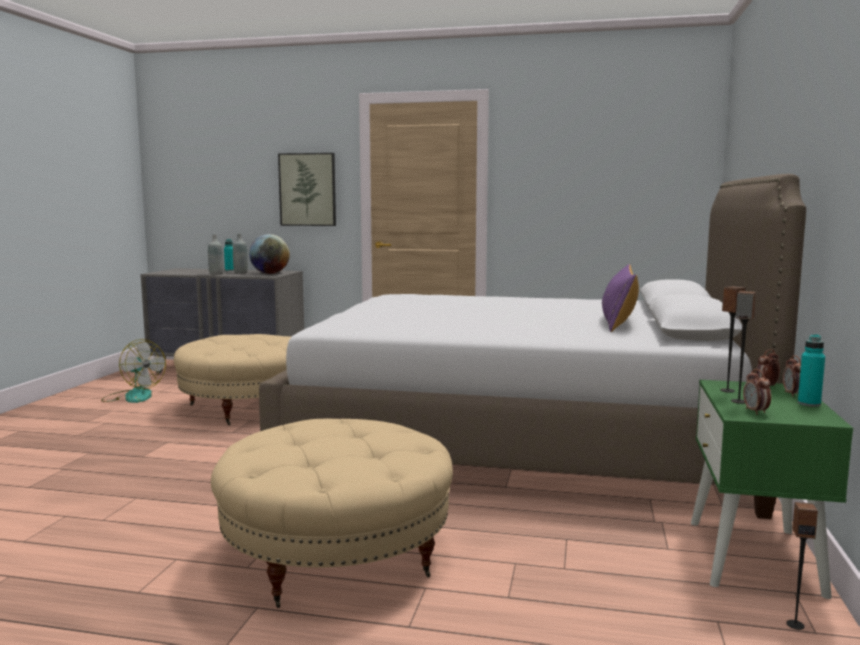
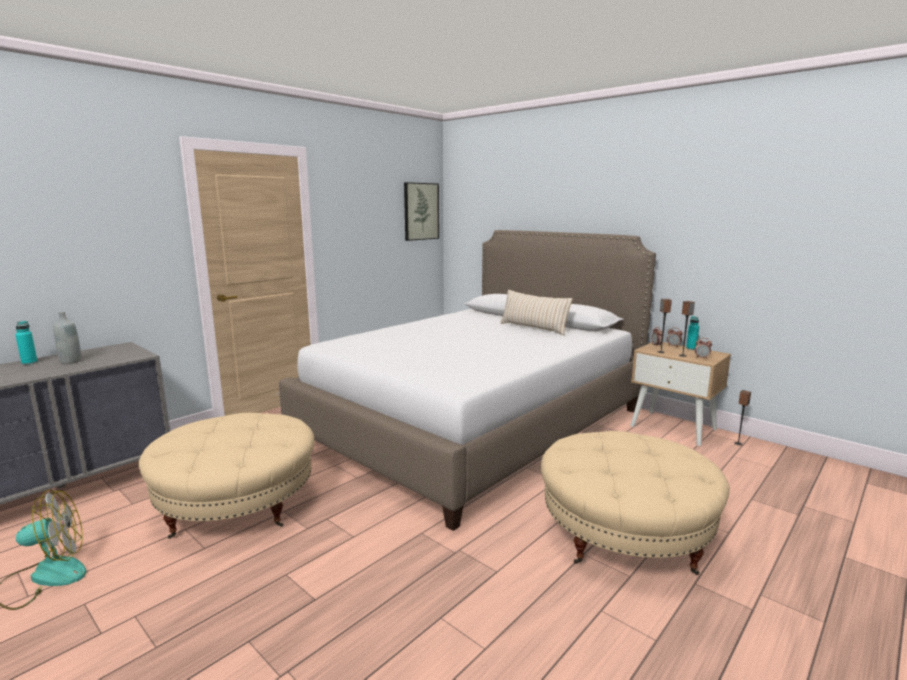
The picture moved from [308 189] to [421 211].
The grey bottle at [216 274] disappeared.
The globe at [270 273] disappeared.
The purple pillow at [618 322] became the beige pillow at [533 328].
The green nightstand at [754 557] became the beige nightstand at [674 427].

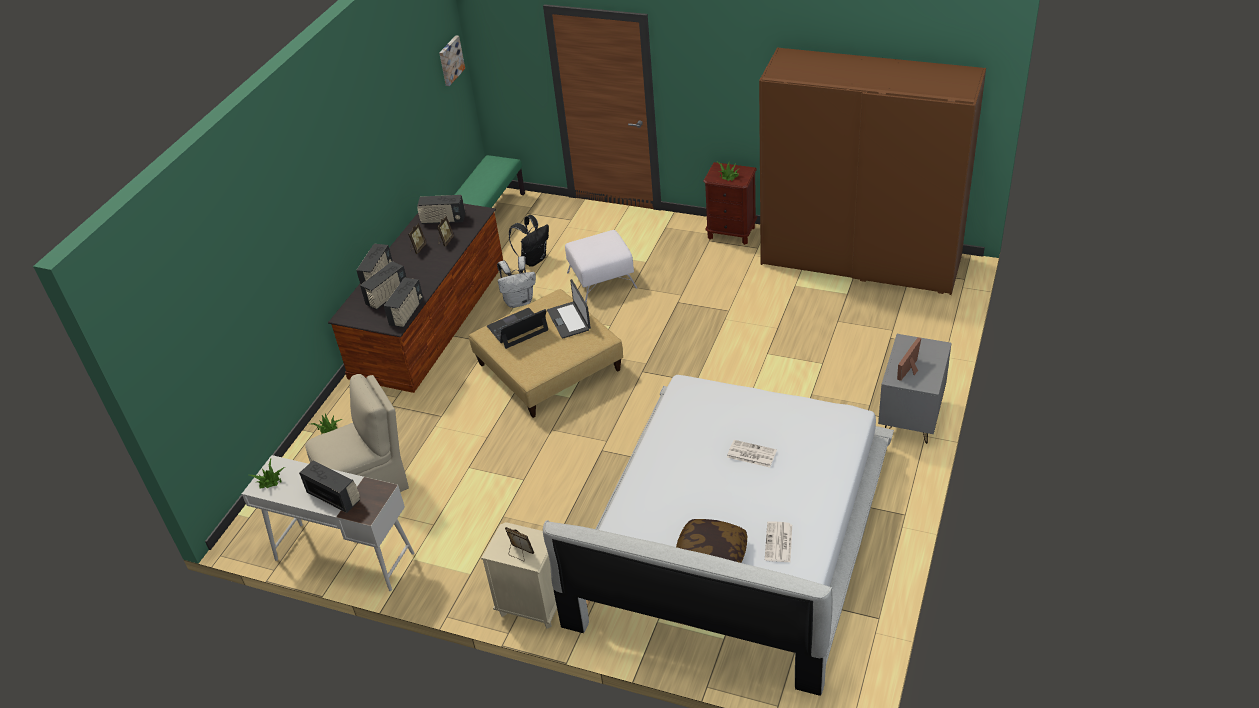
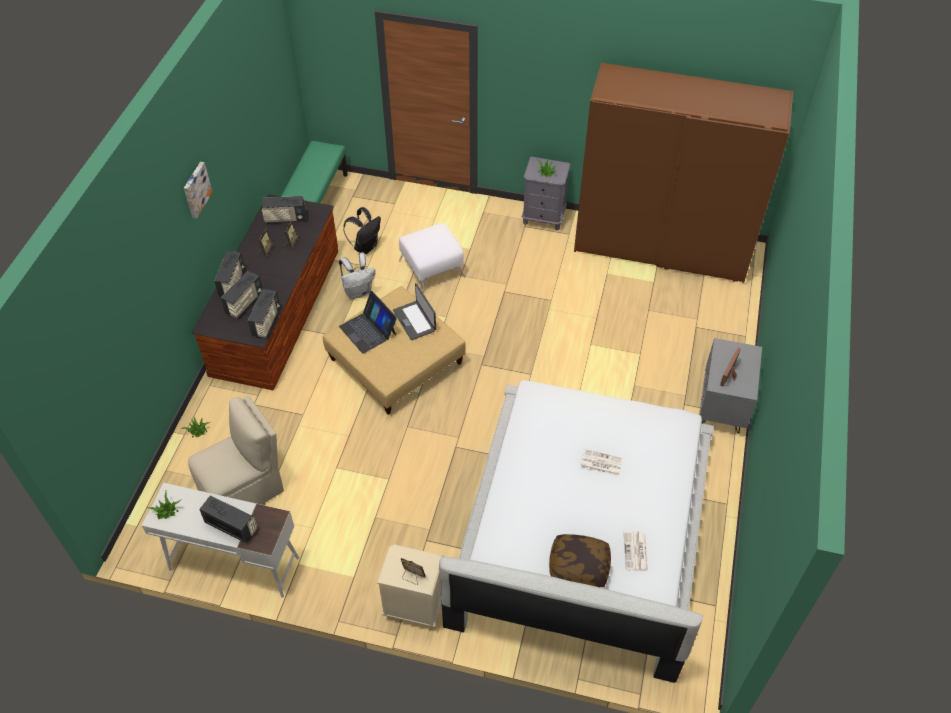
The picture moved from [450 60] to [196 189].
The brown nightstand at [731 232] became the grey nightstand at [543 218].
The laptop at [518 328] turned 90 degrees counterclockwise.

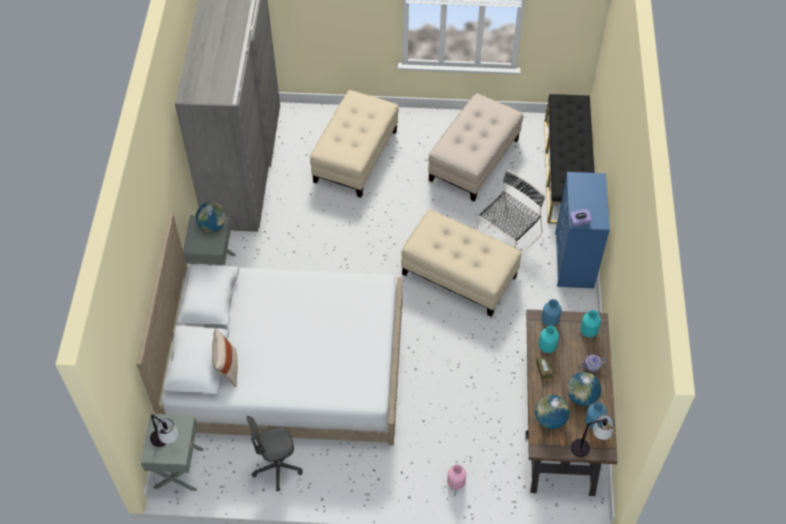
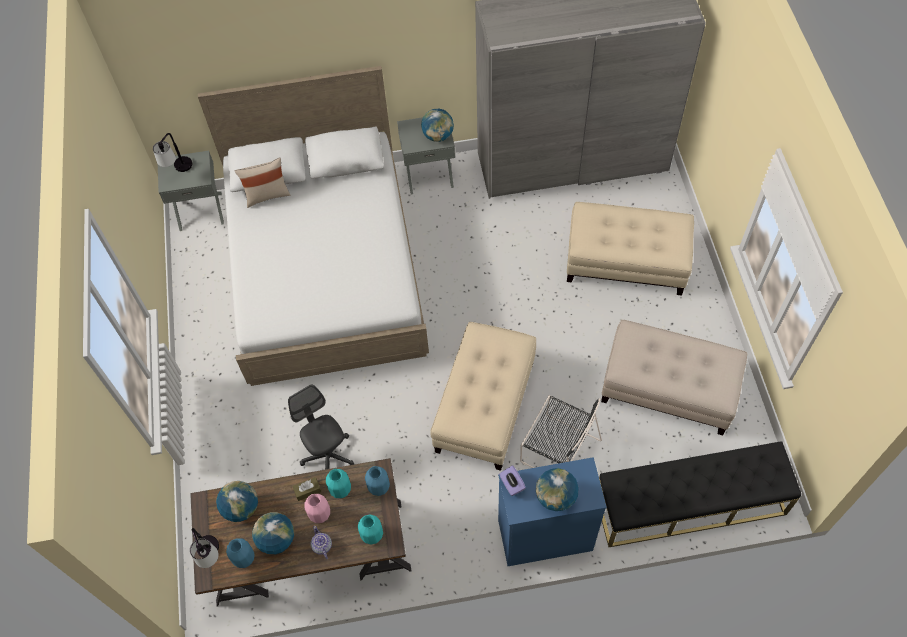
The grey office chair moved from [277 467] to [328 456].
The pink vase moved from [456 483] to [319 514].
The globe at [555 497] appeared.

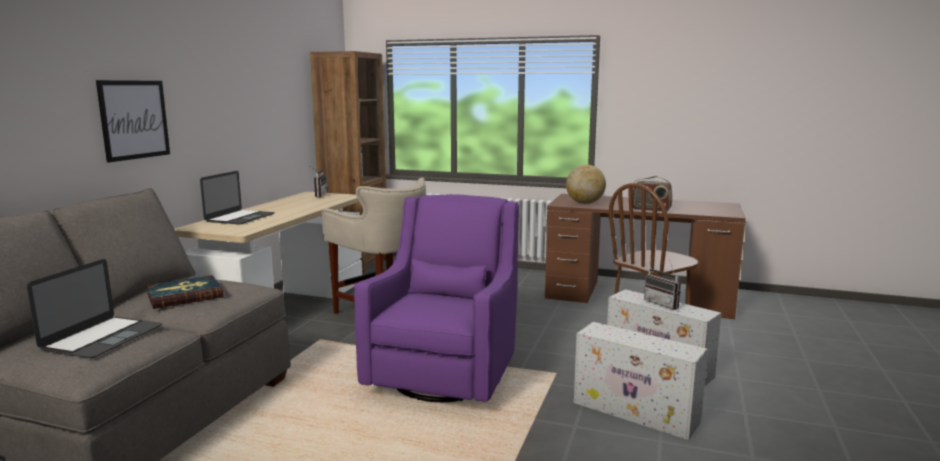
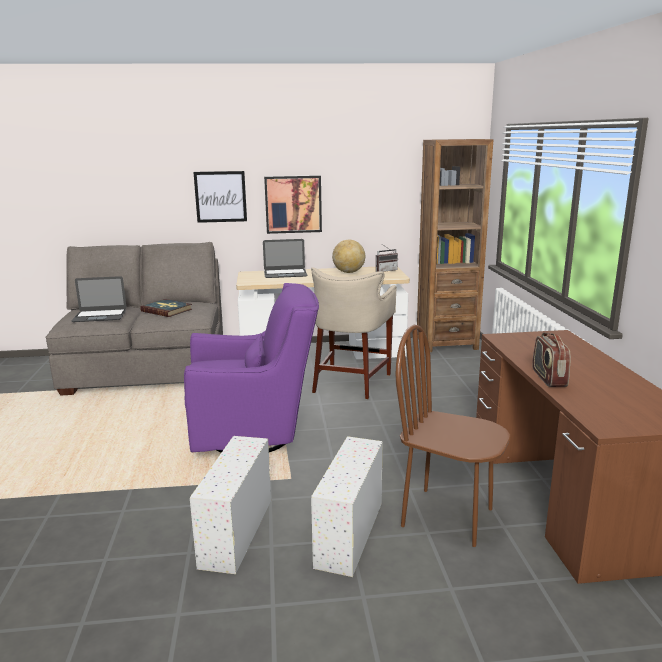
The globe moved from [585 203] to [348 272].
The radio at [664 304] disappeared.
The picture at [293 204] appeared.

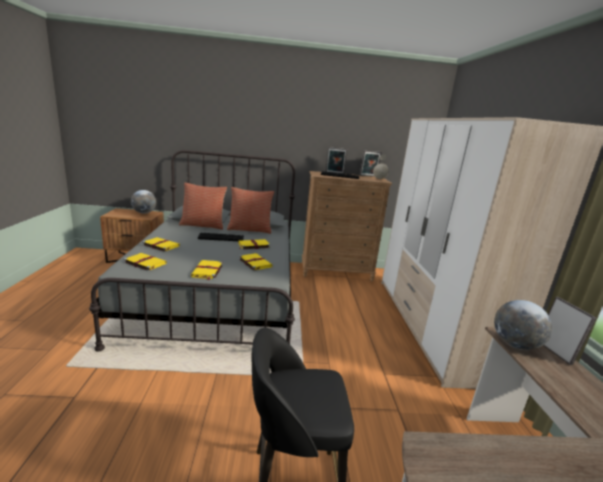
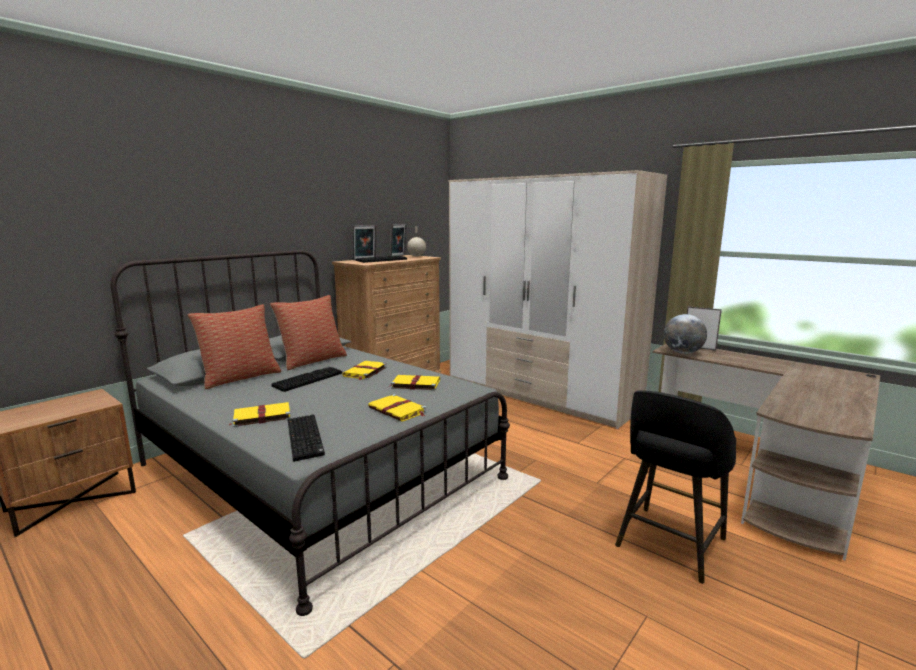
The globe at [144 213] disappeared.
The yellow book at [144 263] was replaced by the keyboard at [306 438].

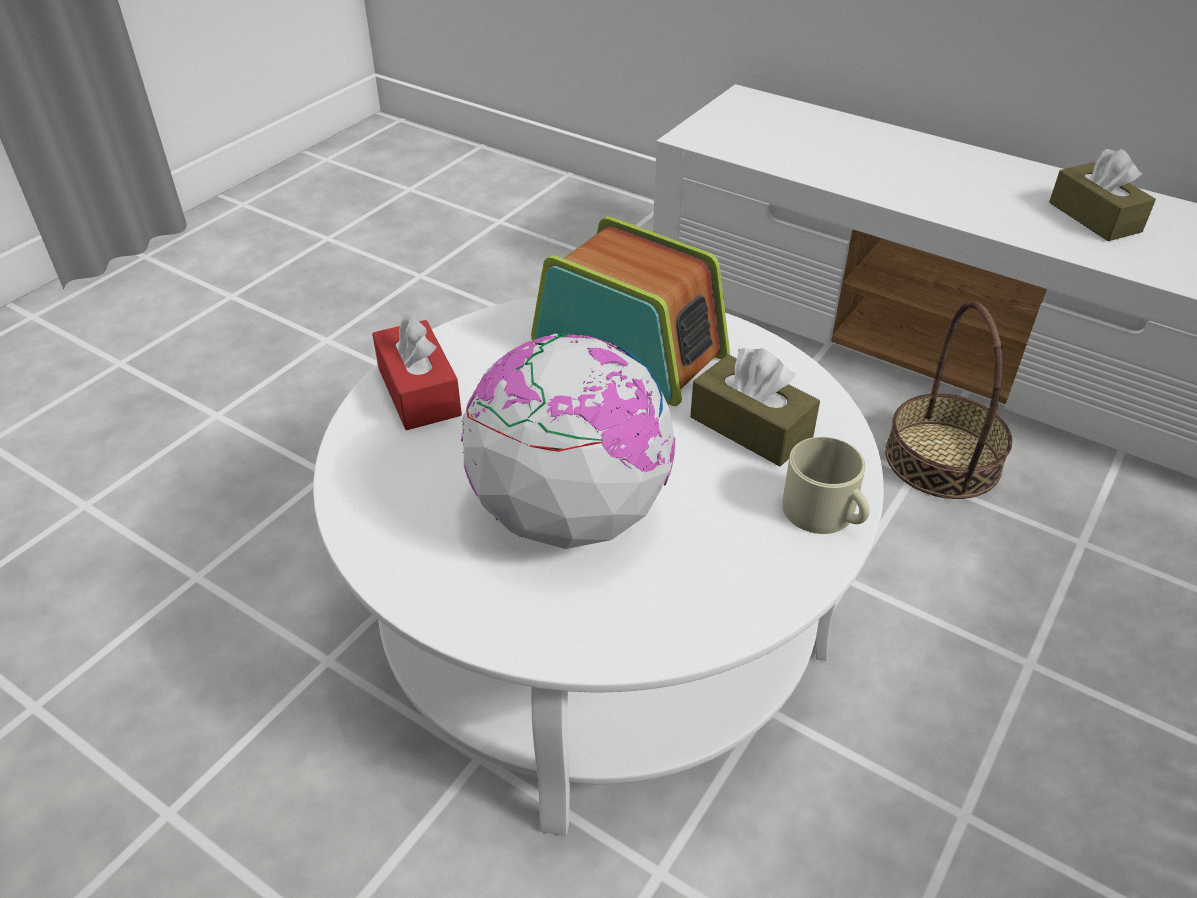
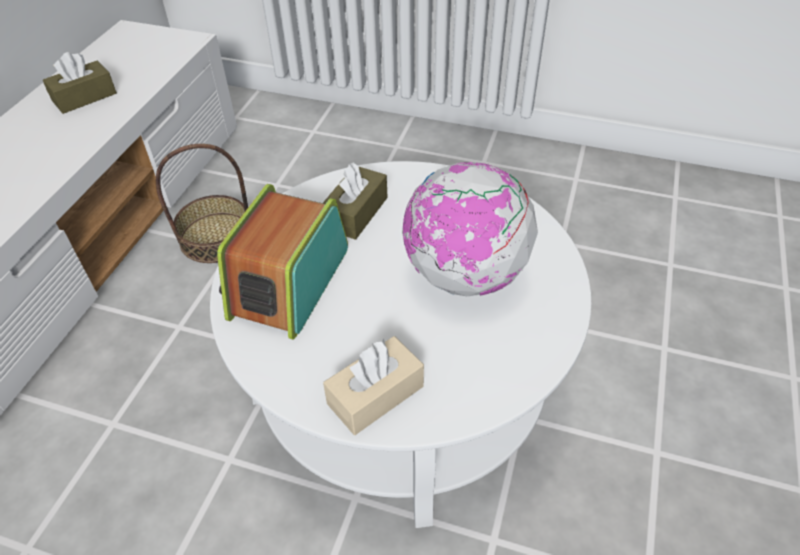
The red tissue box at [419 392] became the beige tissue box at [375 395].
The beige mug at [825 513] disappeared.

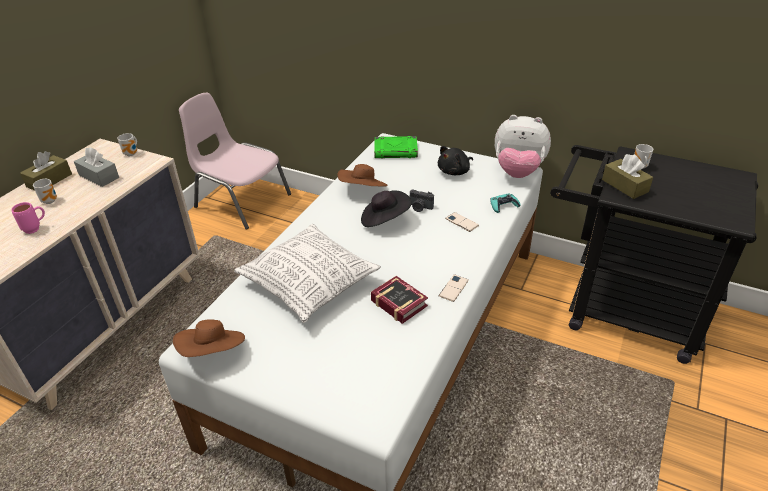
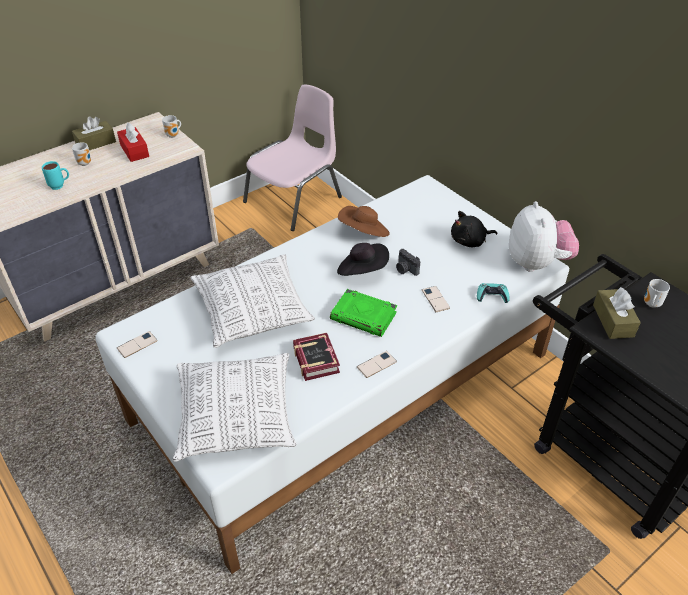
The pink chair at [241 200] turned 75 degrees clockwise.
The plush toy at [518 172] turned 135 degrees counterclockwise.
The green book moved from [396 151] to [364 316].
The grey tissue box at [99 176] became the red tissue box at [134 151].
The pink mug at [36 228] became the turquoise mug at [60 186].
The brown hat at [213 352] was replaced by the phone at [137 344].
The pillow at [236 417] appeared.

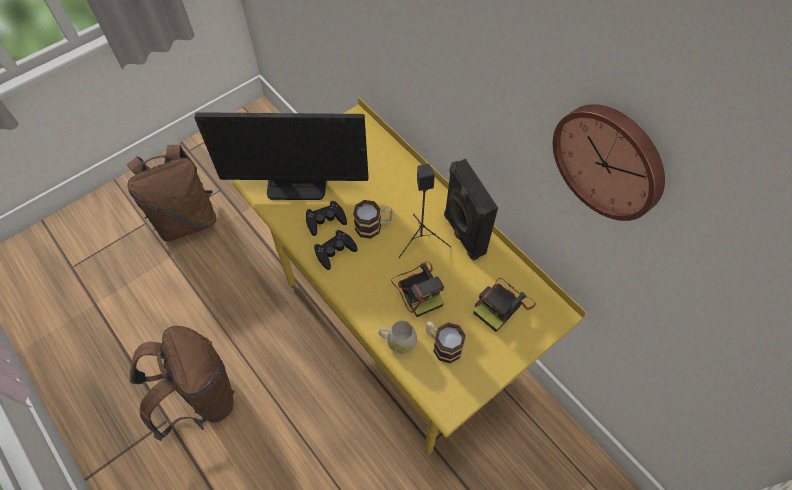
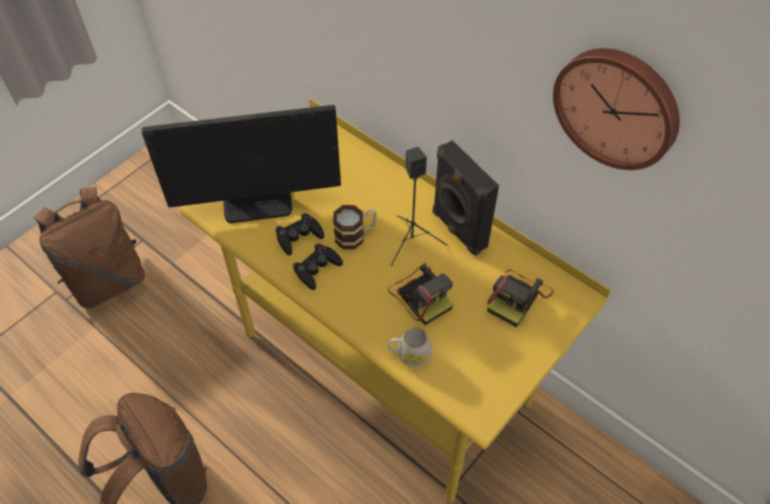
The mug at [442 345] disappeared.

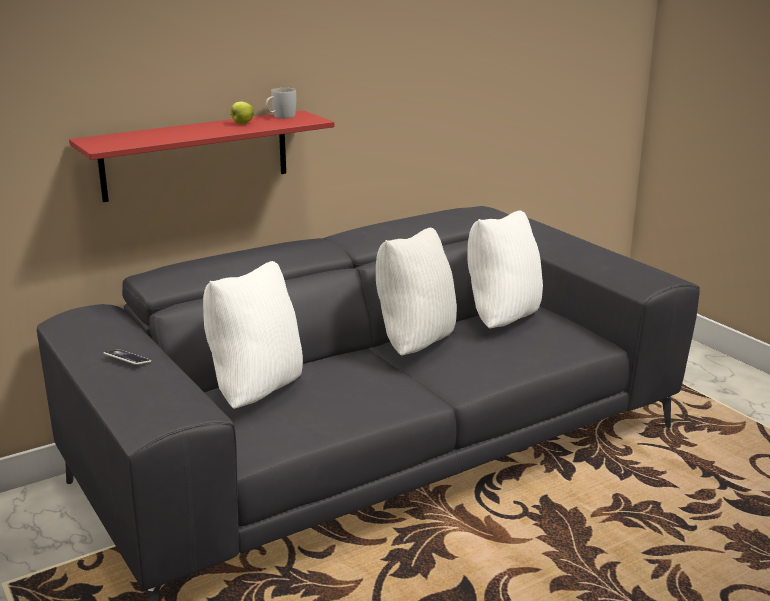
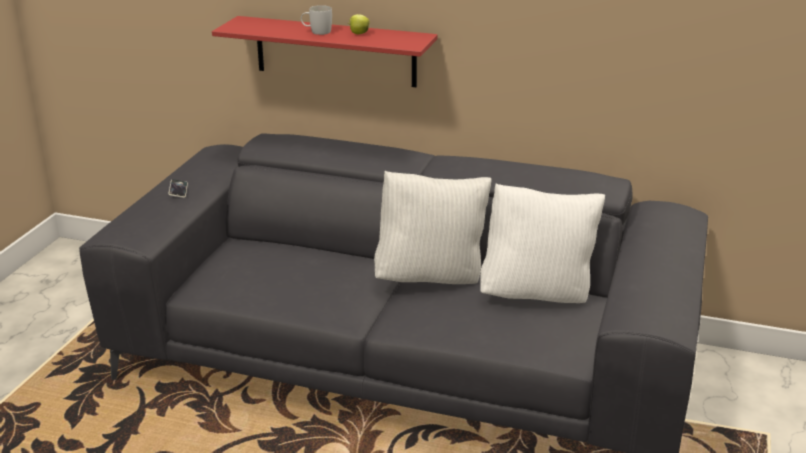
The white mug moved from [280 117] to [316 32].
The white pillow at [256 391] disappeared.

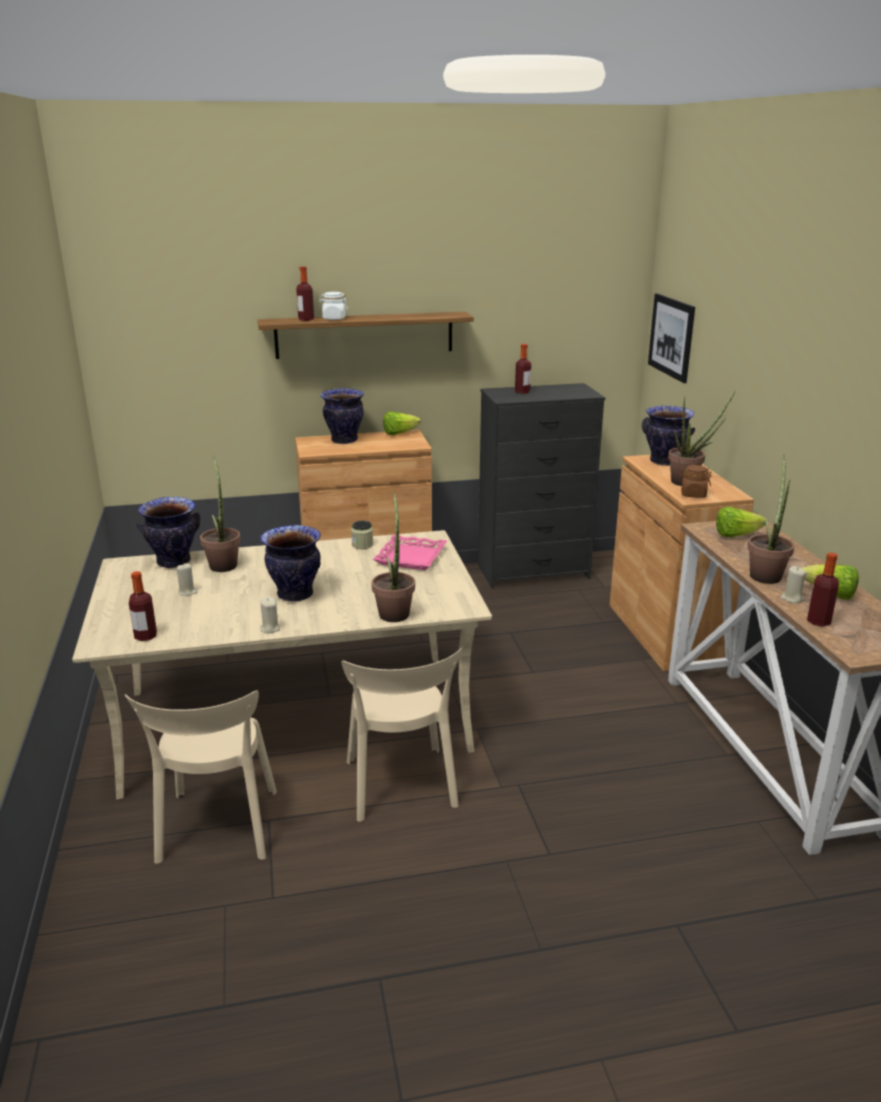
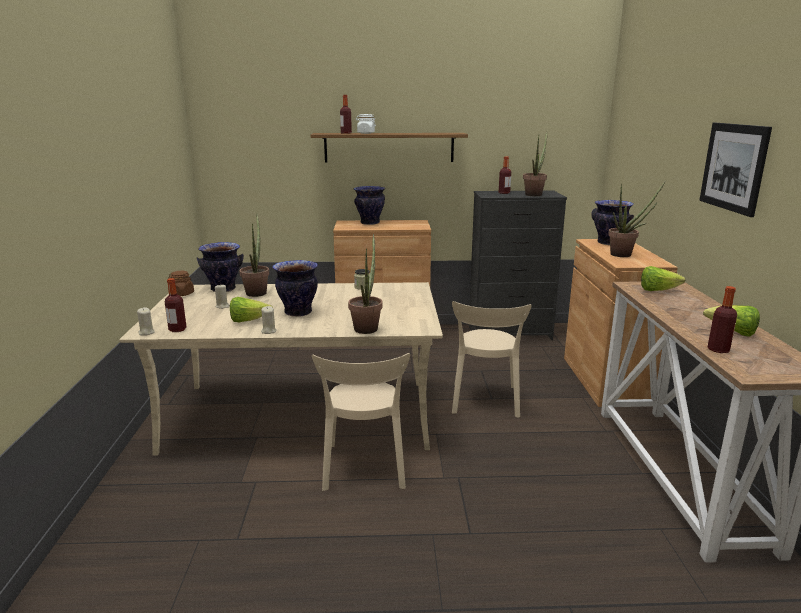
The picture moved from [671 337] to [733 167].
The lettuce moved from [399 433] to [248 321].
The potted plant moved from [765 574] to [534 194].
The brown jar moved from [693 494] to [181 294].
The pink tray at [411 557] disappeared.
The beige candle moved from [791 598] to [146 332].
The beige chair moved from [217 830] to [485 402].

